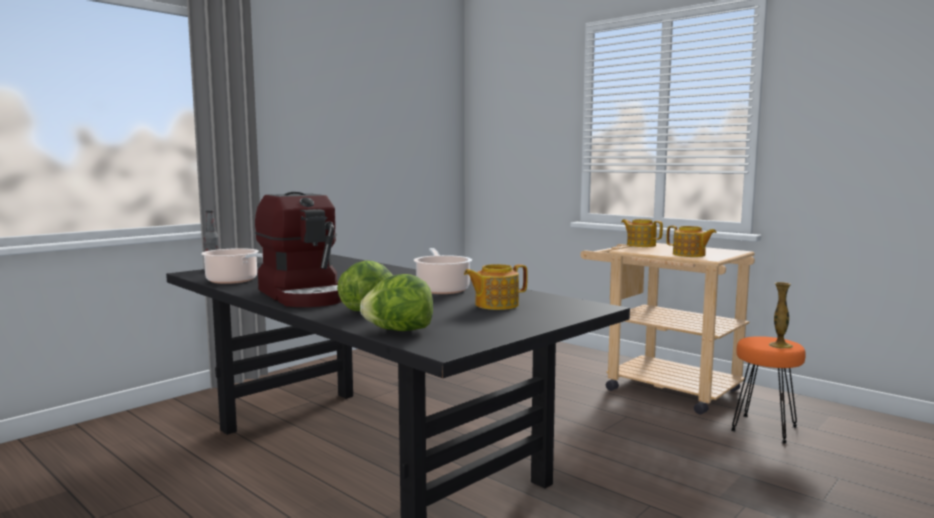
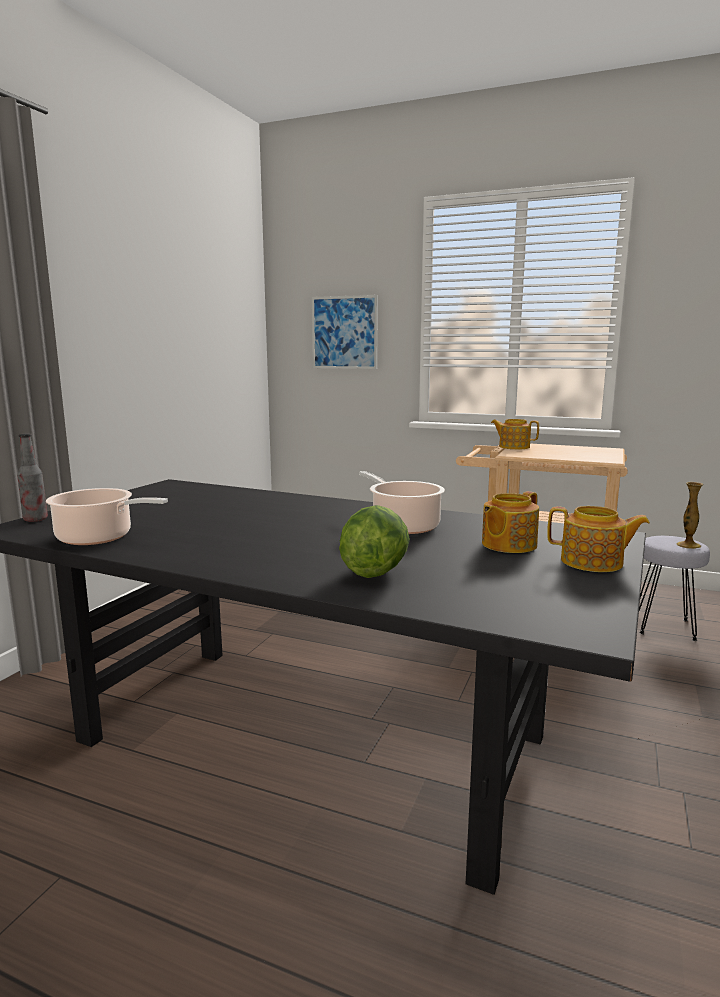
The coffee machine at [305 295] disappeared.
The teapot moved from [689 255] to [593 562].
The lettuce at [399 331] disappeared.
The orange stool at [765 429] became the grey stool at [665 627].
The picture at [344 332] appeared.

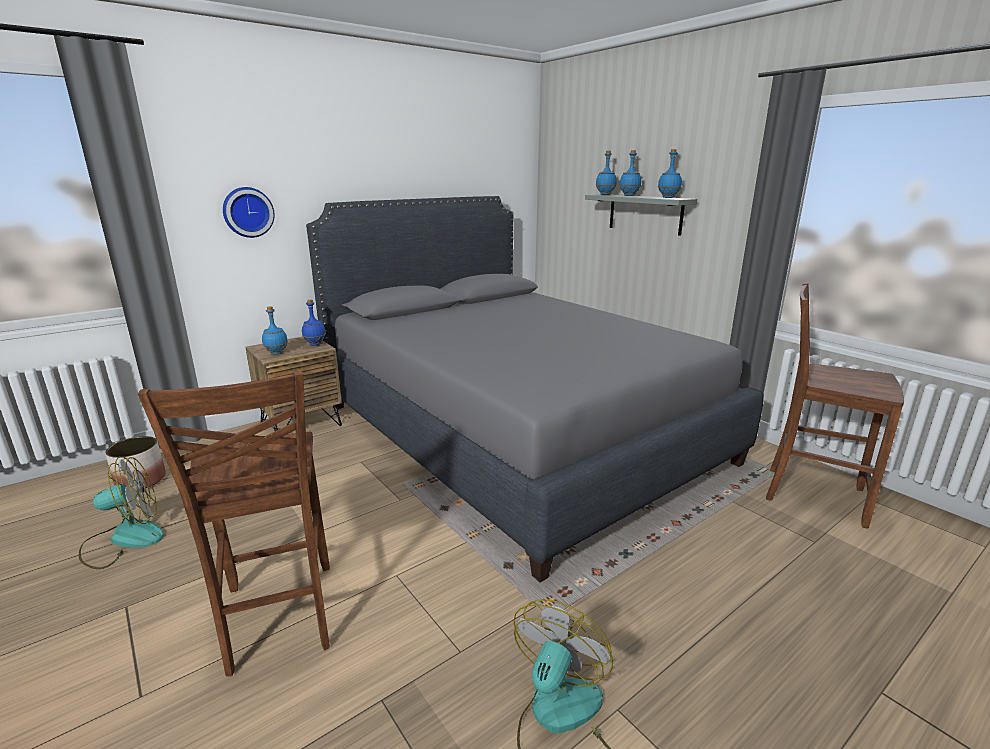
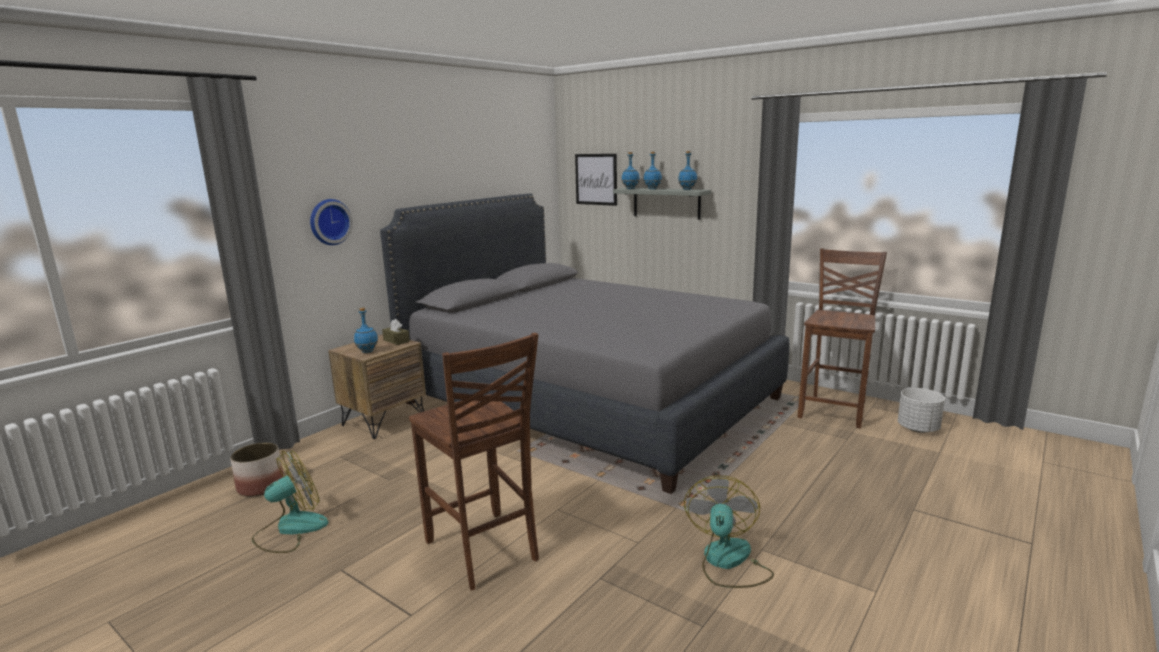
The brown chair at [811 494] turned 105 degrees clockwise.
The blue bottle at [315 344] was replaced by the brown tissue box at [396 341].
The picture at [596 179] appeared.
The white planter at [918 429] appeared.

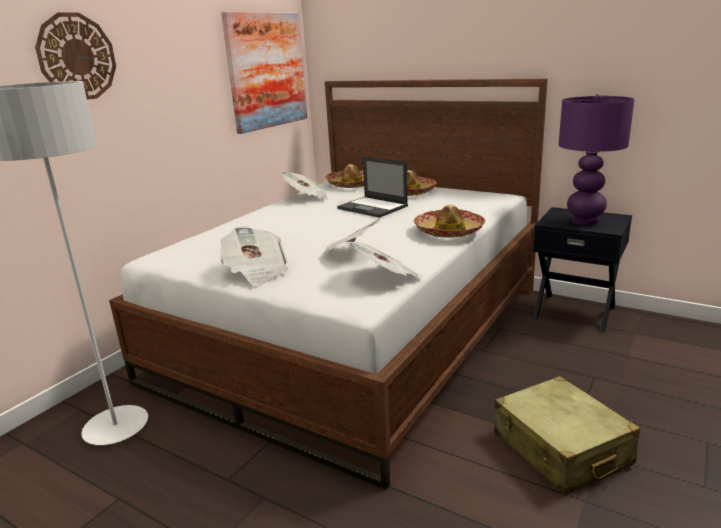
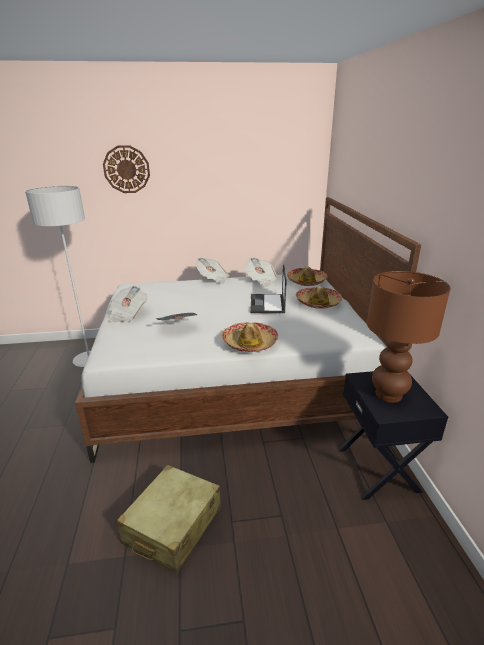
The picture at [267 71] disappeared.
The purple table lamp at [585 221] became the brown table lamp at [388 394].
The newspaper moved from [385 277] to [213 279].

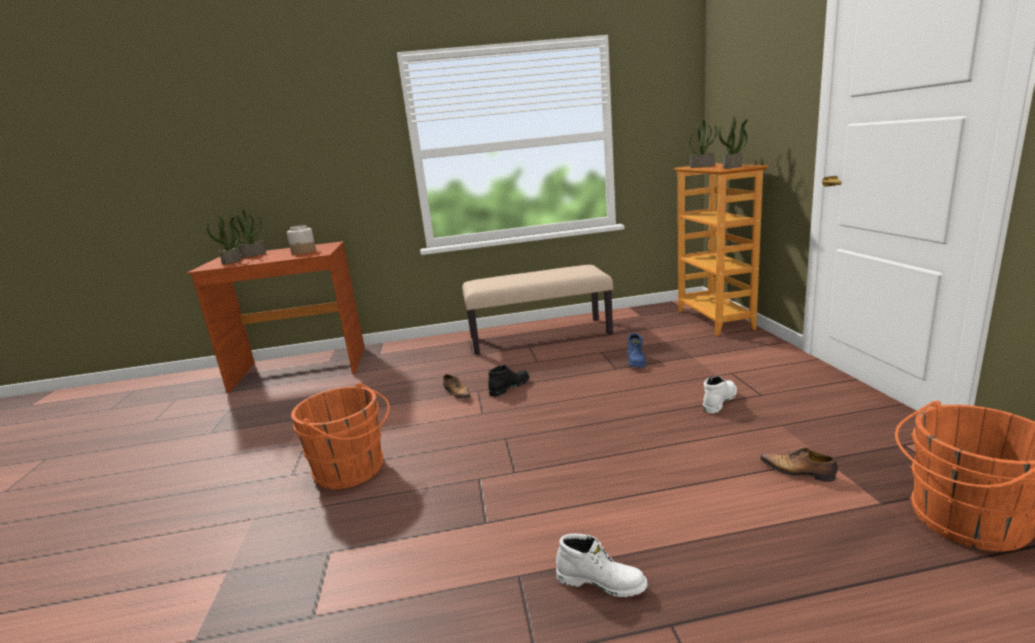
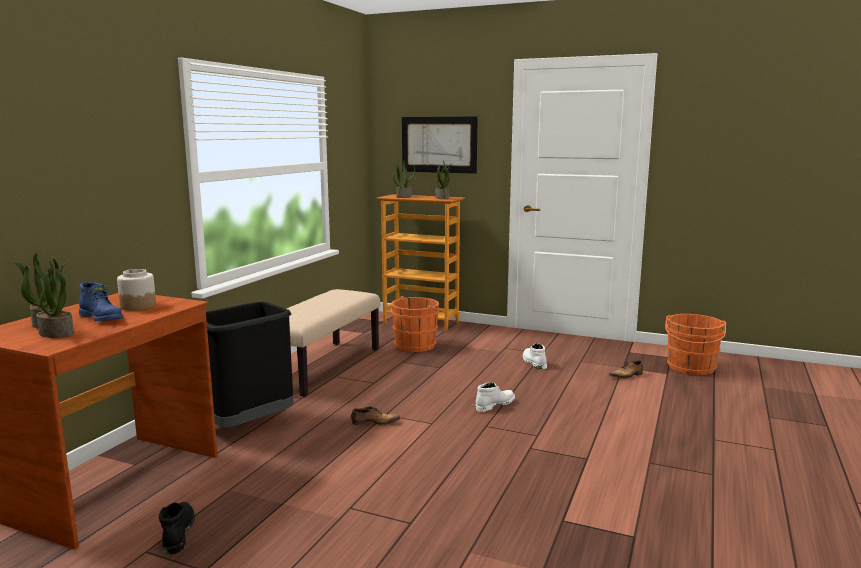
The blue boot moved from [636 361] to [102 318].
The black boot moved from [509 387] to [177 533].
The orange bucket moved from [353 470] to [417 345].
The white boot moved from [601 581] to [494 405].
The picture at [439 144] appeared.
The black trash can at [248 425] appeared.

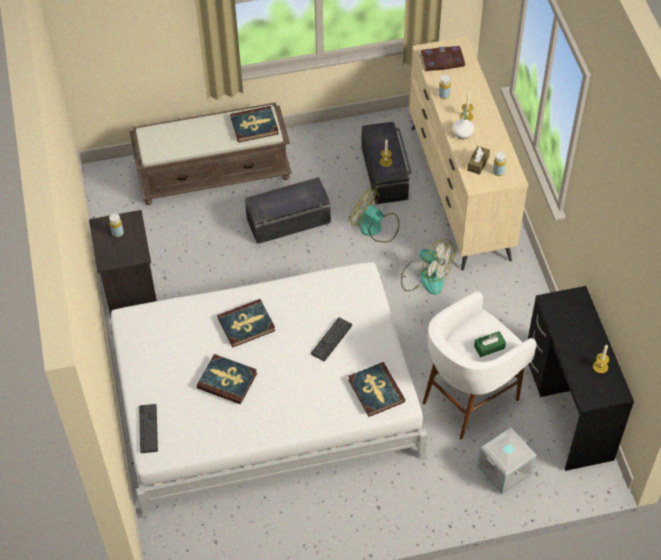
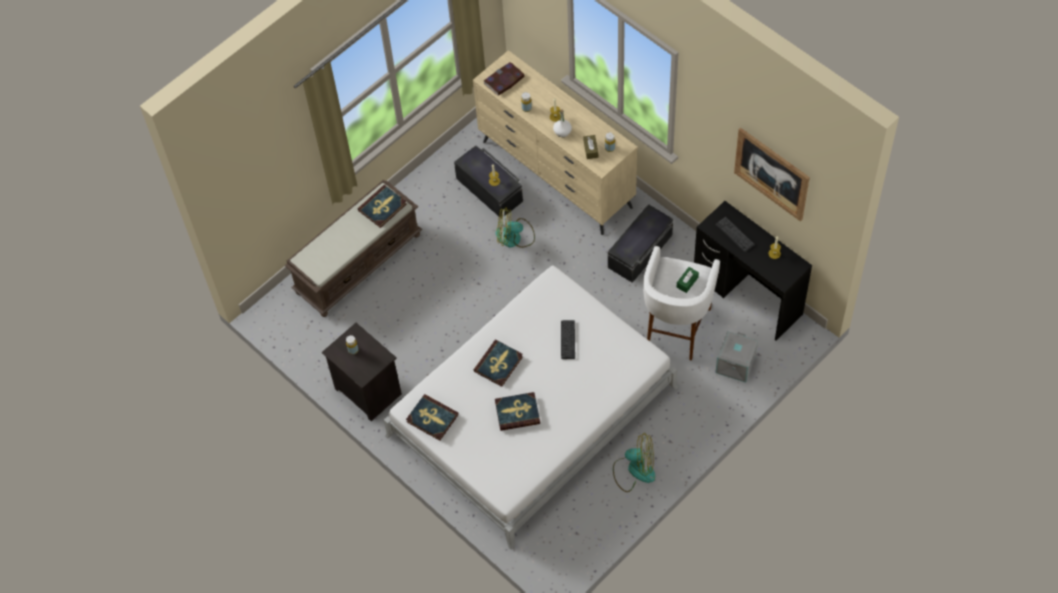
The black storage box moved from [289 221] to [641 251].
The fan moved from [425 277] to [634 470].
The book moved from [375 391] to [432 418].
The keyboard moved from [148 428] to [734 234].
The picture at [771 174] appeared.

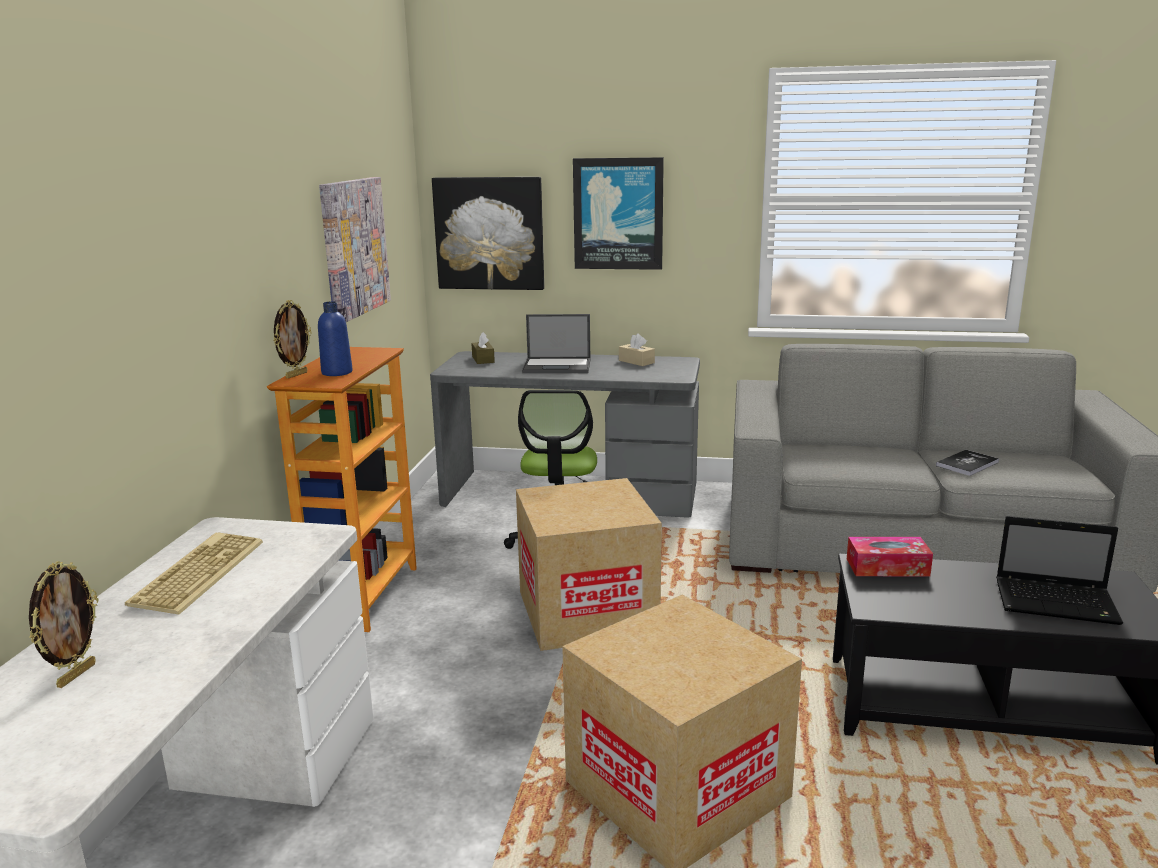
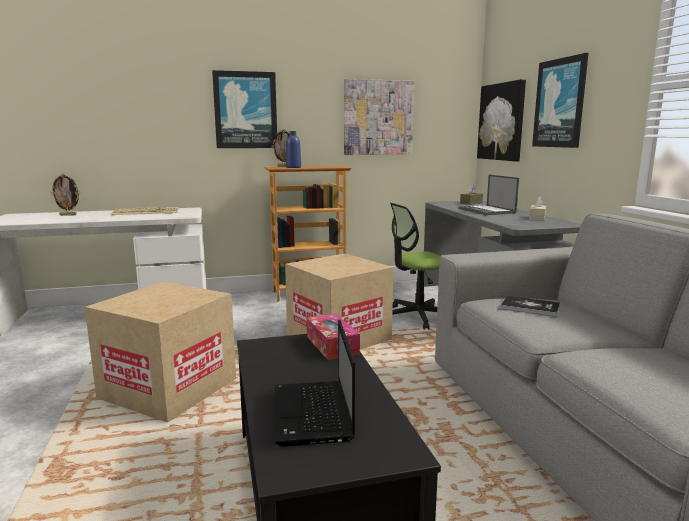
The book moved from [967 464] to [530 307].
The picture at [245 110] appeared.

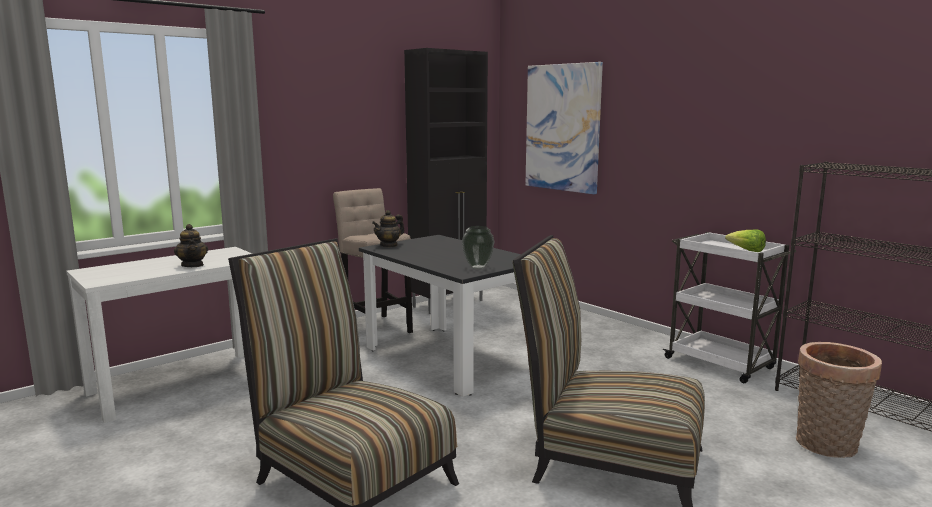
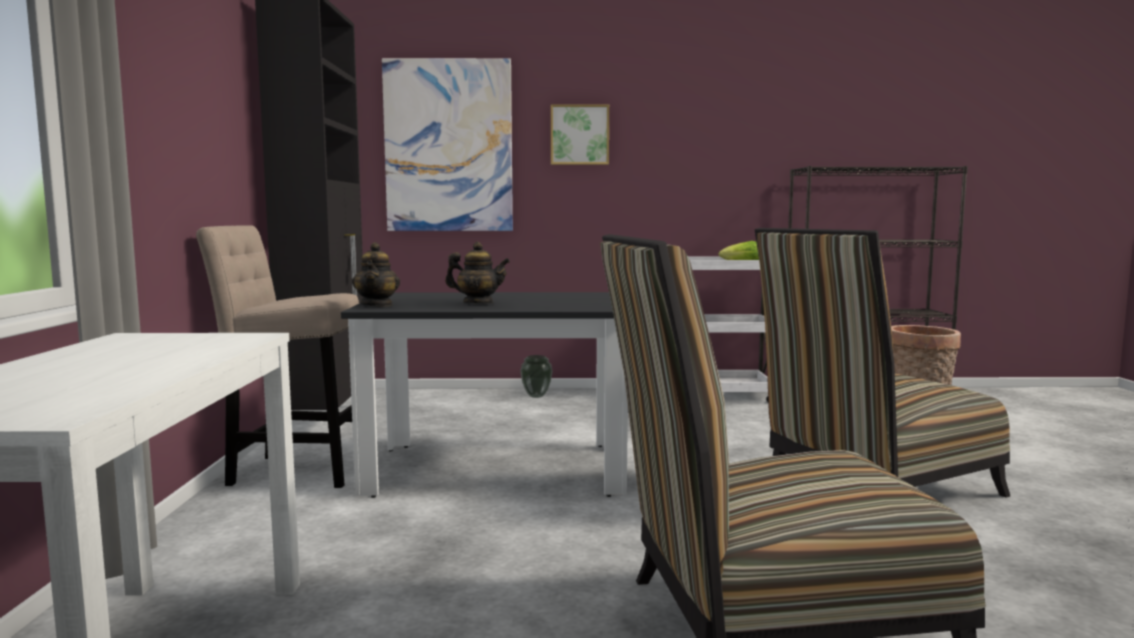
The teapot moved from [193 265] to [478 303].
The vase moved from [478 267] to [536 396].
The picture at [579 135] appeared.

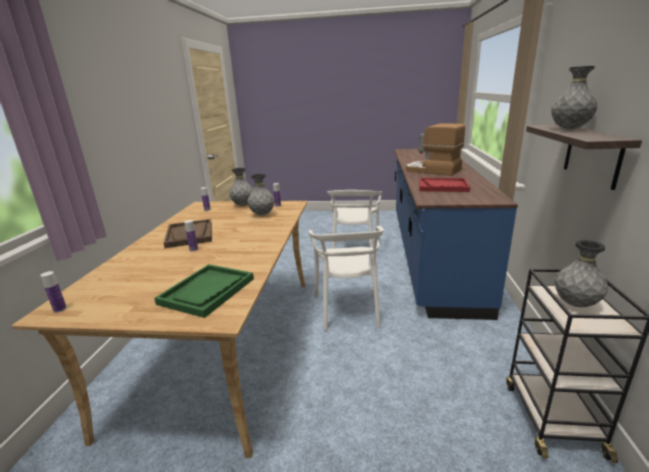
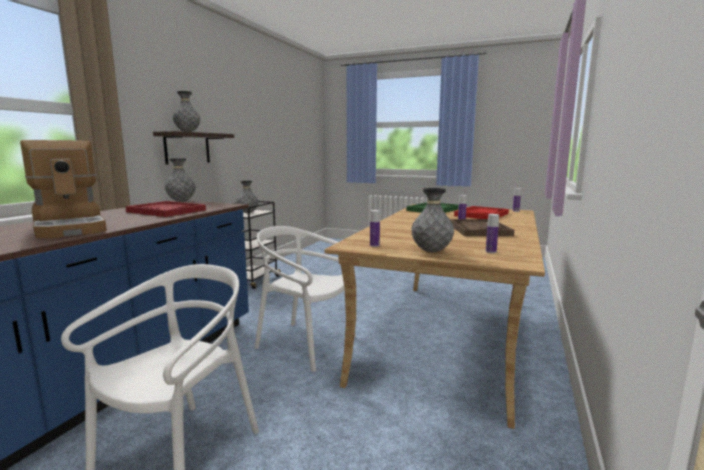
The grey vase moved from [262 214] to [181 201].
The white chair at [348 309] turned 75 degrees counterclockwise.
The red tray at [481 214] appeared.

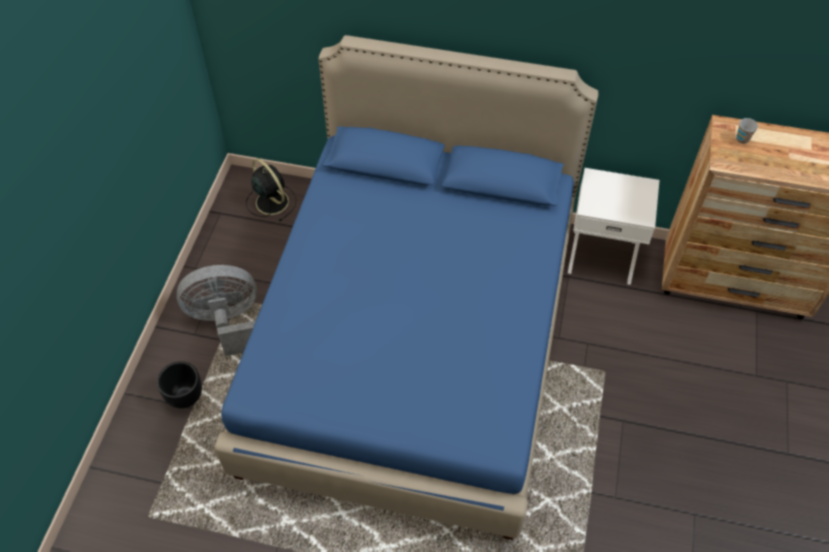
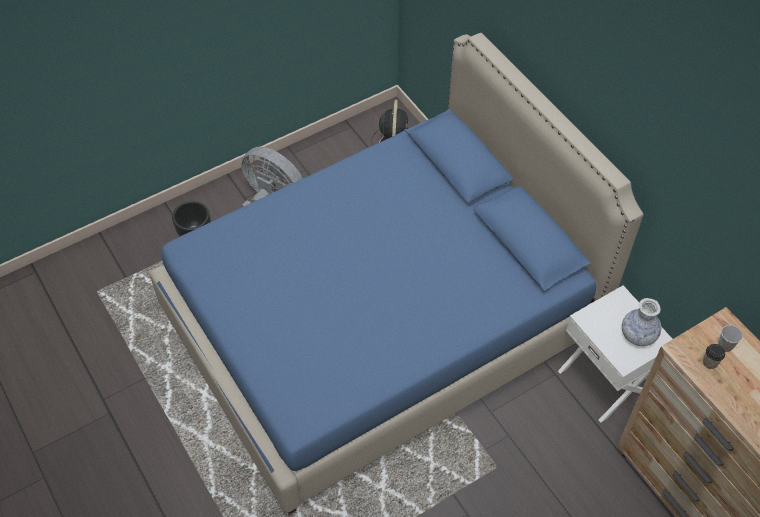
The vase at [638 335] appeared.
The cup at [710 362] appeared.

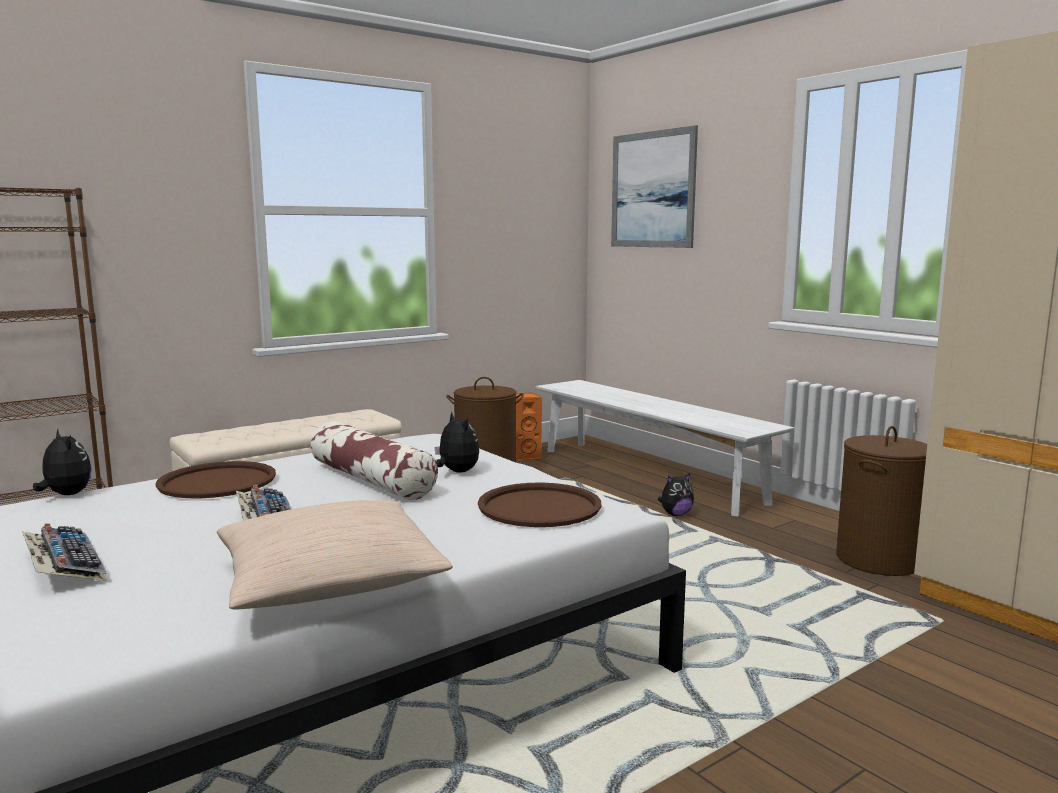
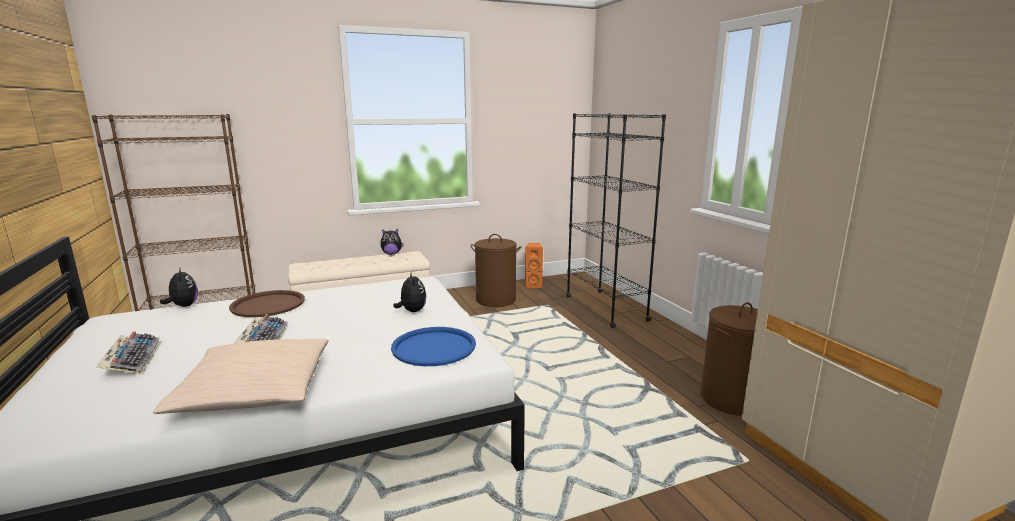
The picture at [652 190] disappeared.
The white bench at [647 475] was replaced by the black bookcase at [605 308].
The pillow at [371 480] disappeared.
The plush toy moved from [675 514] to [392 254].
The brown tray at [539 507] became the blue tray at [434 347].

